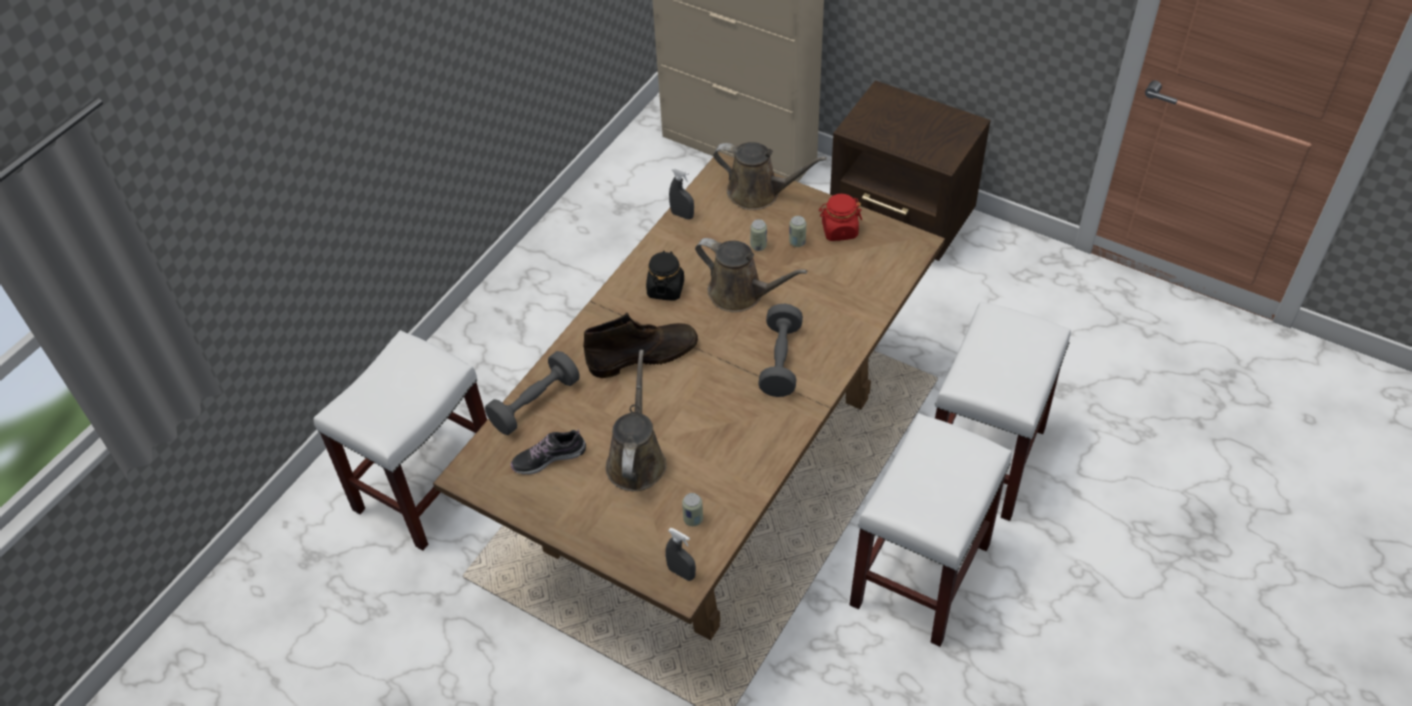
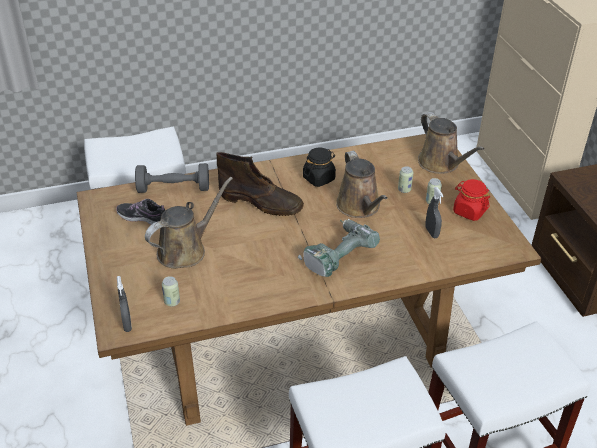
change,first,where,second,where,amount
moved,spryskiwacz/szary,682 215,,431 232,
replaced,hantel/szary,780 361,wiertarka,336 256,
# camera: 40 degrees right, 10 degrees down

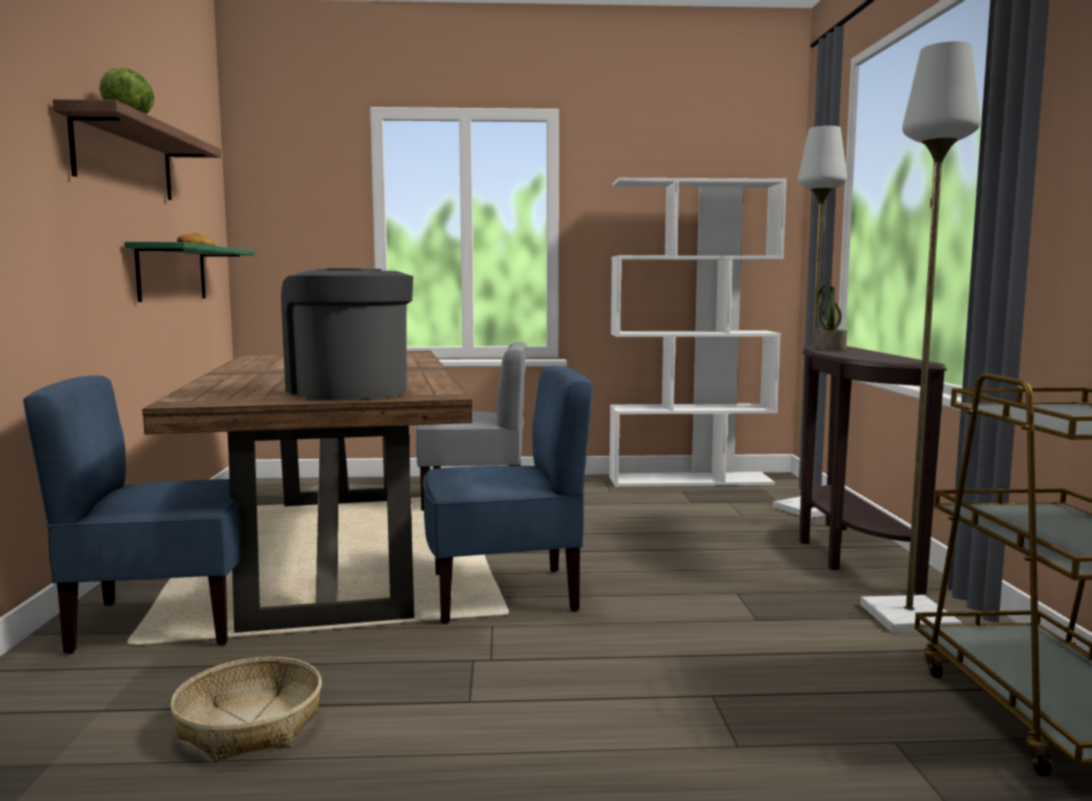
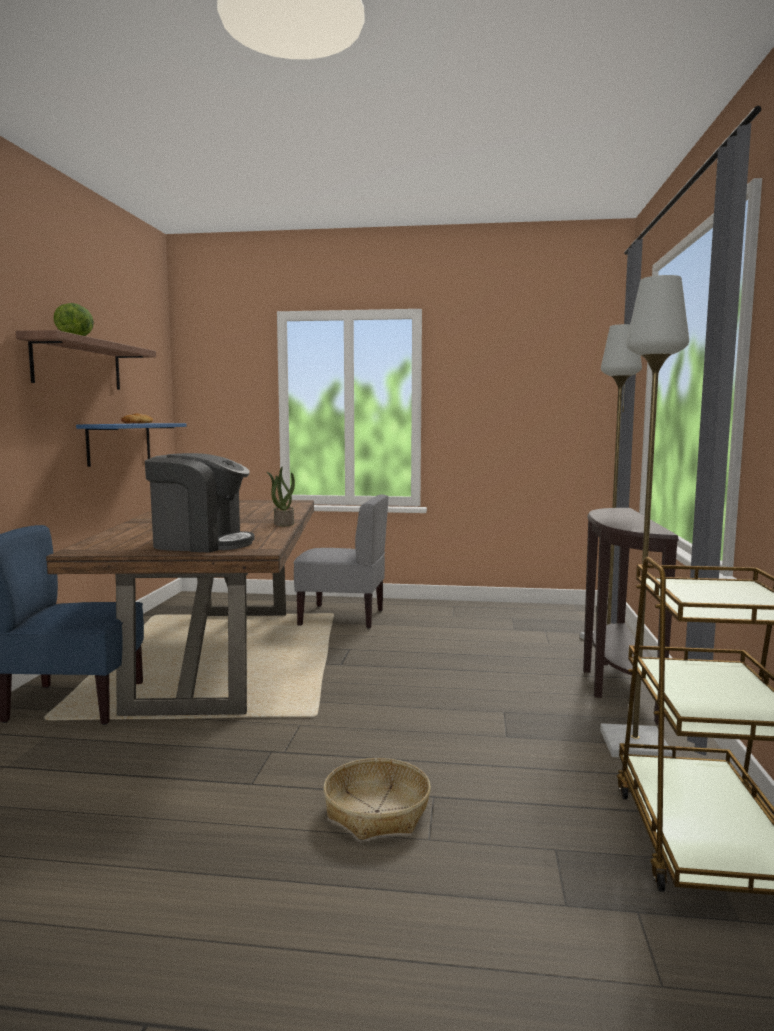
change,first,where,second,where,amount
removed,krzesło/niebieski,504 593,,,
removed,regał/biały,690 480,,,
moved,koszyk,250 725,,377 811,
moved,roślina doniczkowa,828 349,,283 524,
recoloured,półka/zielony,172 273,półka/niebieski,119 443,
turned,ekspres do kawy,348 391,,201 543,120 degrees clockwise
# camera: 10 degrees right, 0 degrees up

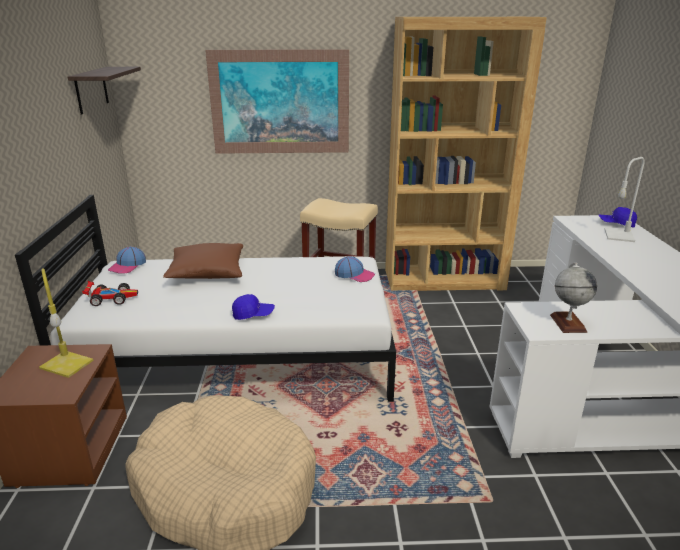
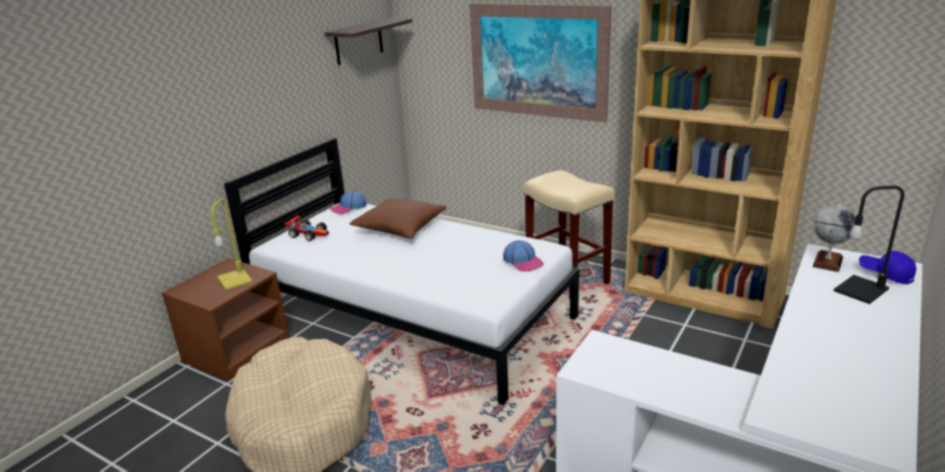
change,first,where,second,where,amount
removed,czapka z daszkiem/niebieski,253 315,,,
moved,globus,567 323,,827 262,
recoloured,lampa stołowa/biały,618 235,lampa stołowa/czarny,861 289,
# camera: 35 degrees right, 0 degrees up

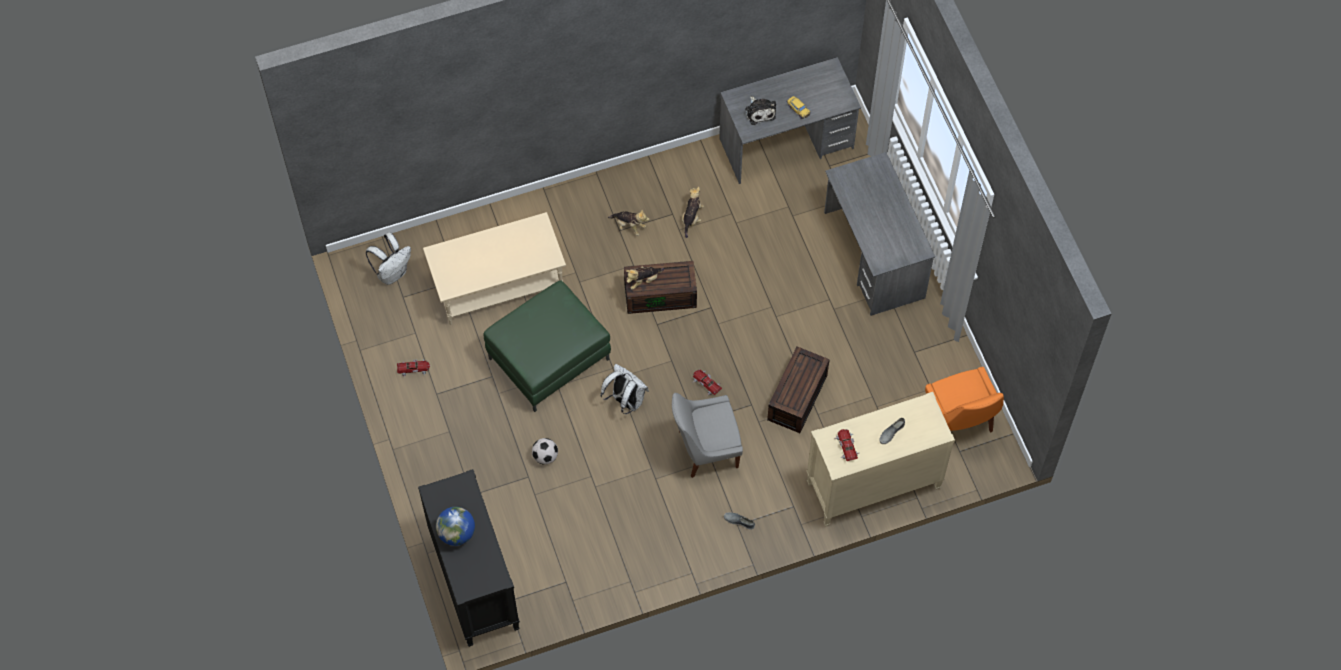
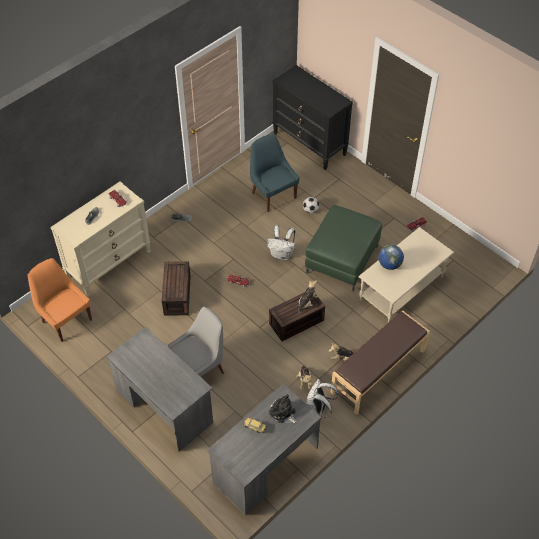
change,first,where,second,where,amount
added,,,krzesło/niebieski,273 194,
added,,,ławka/brązowy,378 372,
moved,plecak/biały,392 273,,318 409,
moved,globus,457 533,,389 264,
moved,krzesło/szary,705 449,,200 368,
# camera: 155 degrees right, 10 degrees down

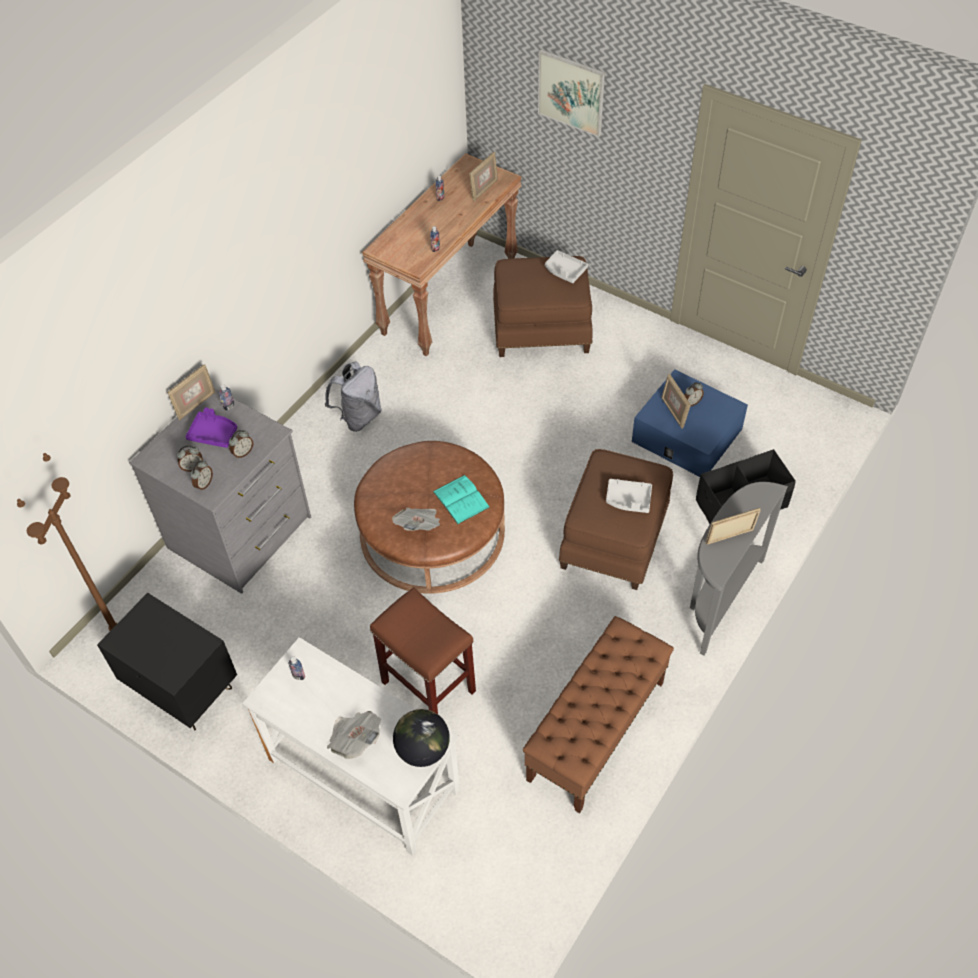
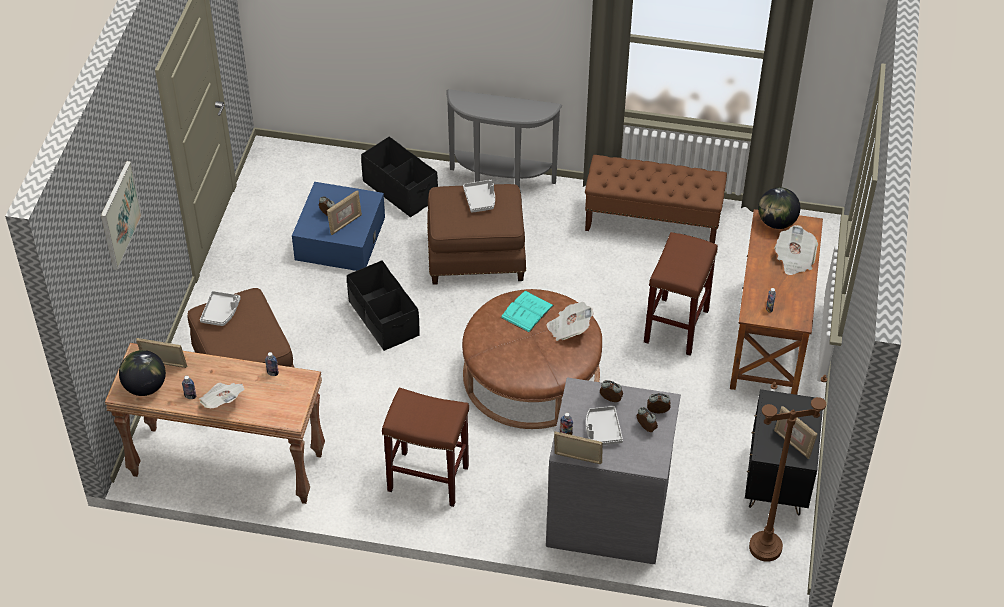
change,first,where,second,where,amount
added,,,globus,145 387,
added,,,gazeta,222 402,
added,,,pojemnik do przechowywania/czarny,383 319,
moved,ramka na zdjęcie,730 538,,793 443,
replaced,plecak/szary,359 417,stołek/brązowy,427 478,
recoloured,taca/fioletowy,213 434,taca/szary,602 430,
recoloured,biurko/biały,363 775,biurko/brązowy,770 338,
# camera: 115 degrees left, 5 degrees down

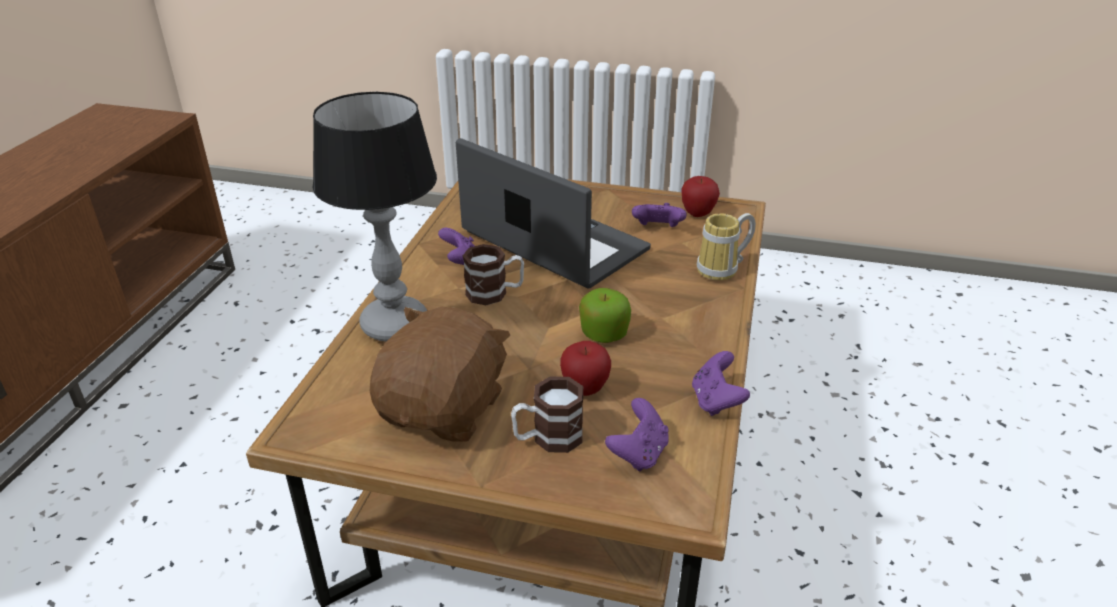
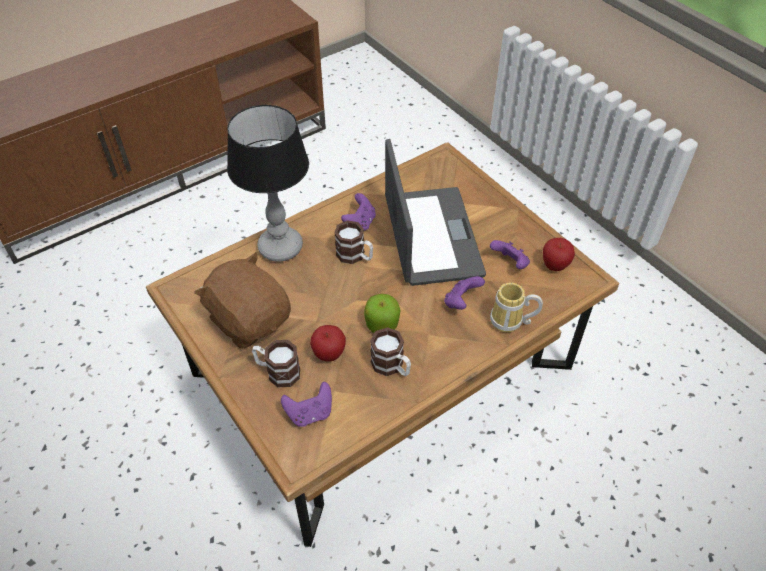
change,first,where,second,where,amount
added,,,kubek,392 366,
moved,pad do gier/fioletowy,716 401,,461 302,
turned,pluszak/brązowy,445 409,,250 320,105 degrees counterclockwise
# camera: 40 degrees right, 15 degrees up

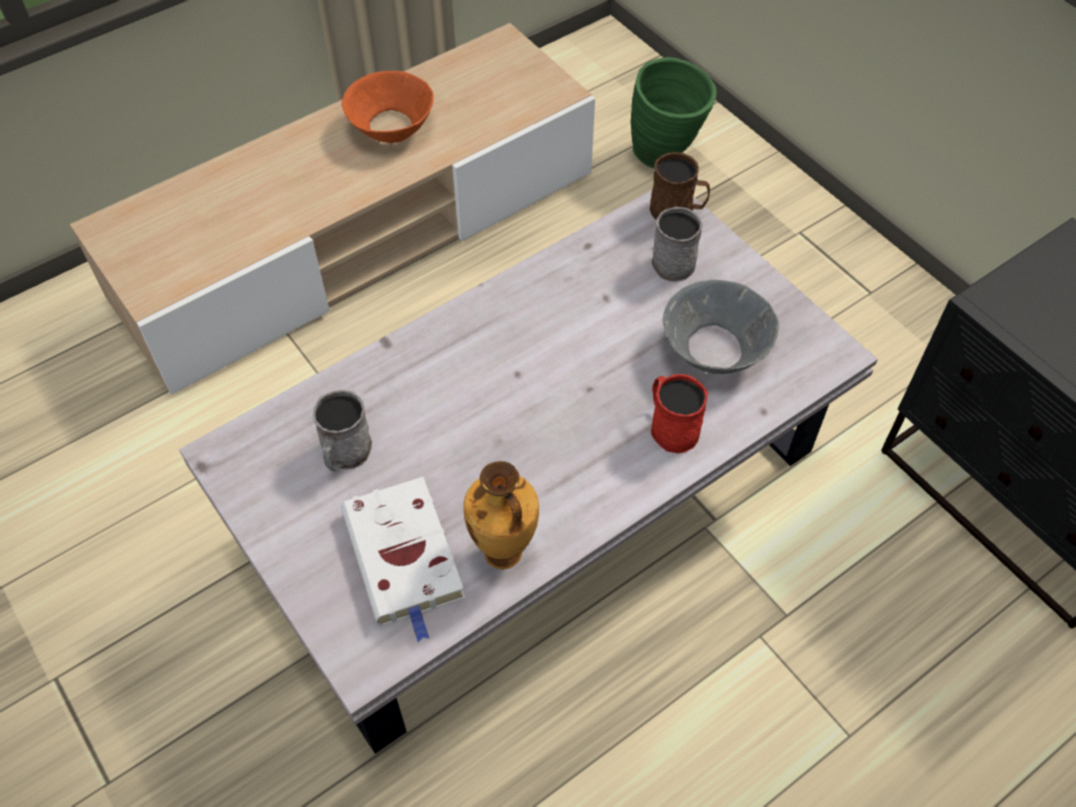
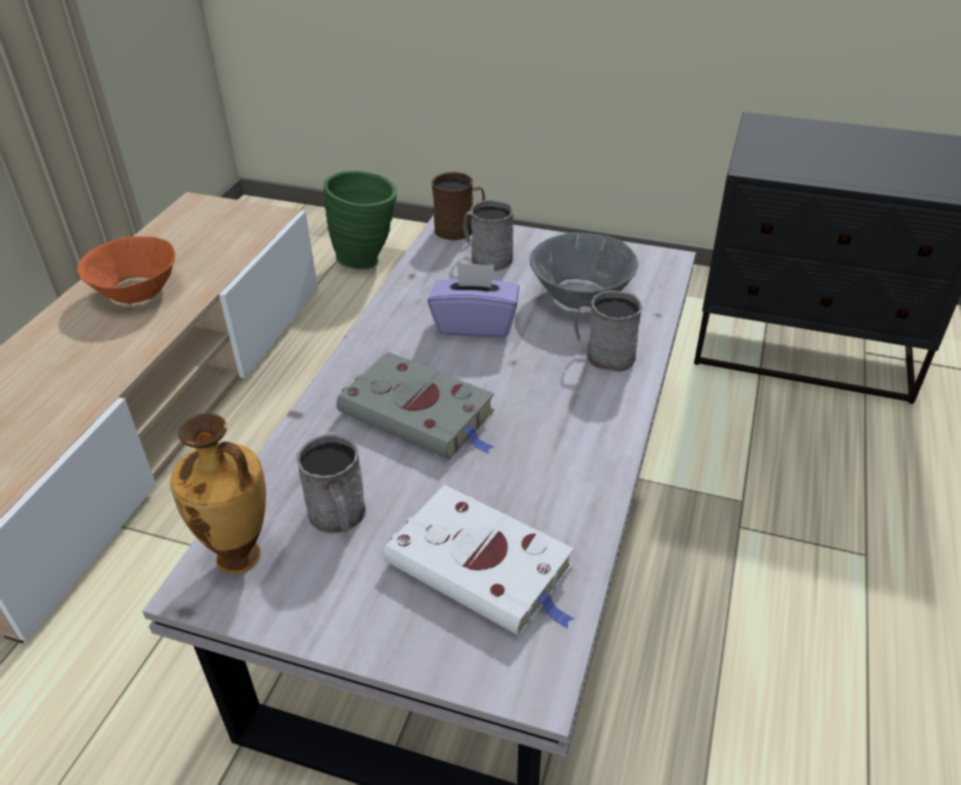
change,first,where,second,where,amount
added,,,książka/szary,421 414,
added,,,pudełko chusteczek/fioletowy,475 324,
moved,wazon,503 555,,240 558,
recoloured,kubek/czerwony,670 426,kubek/szary,603 355,
# camera: 35 degrees left, 15 degrees down

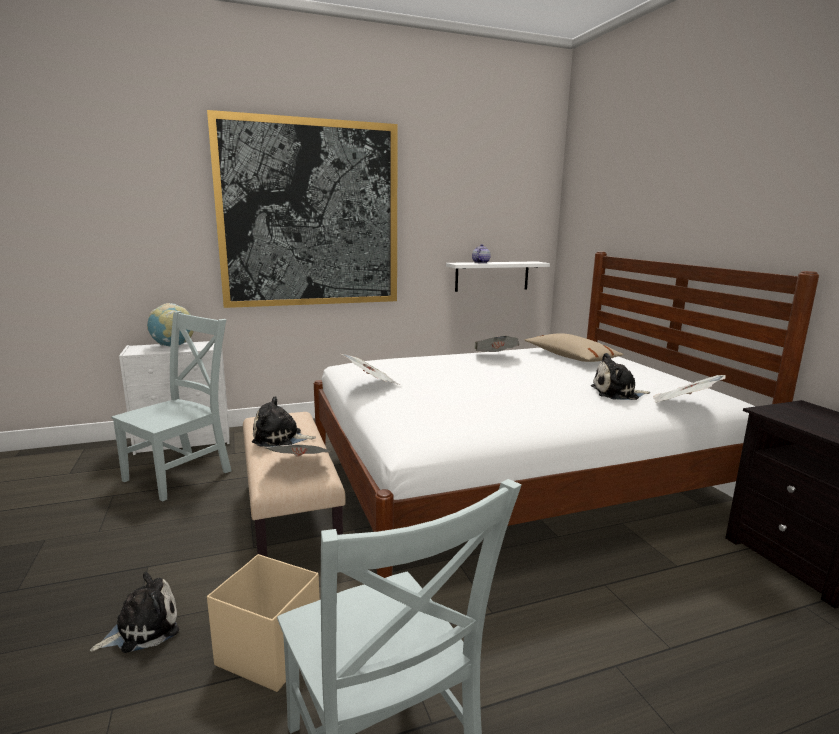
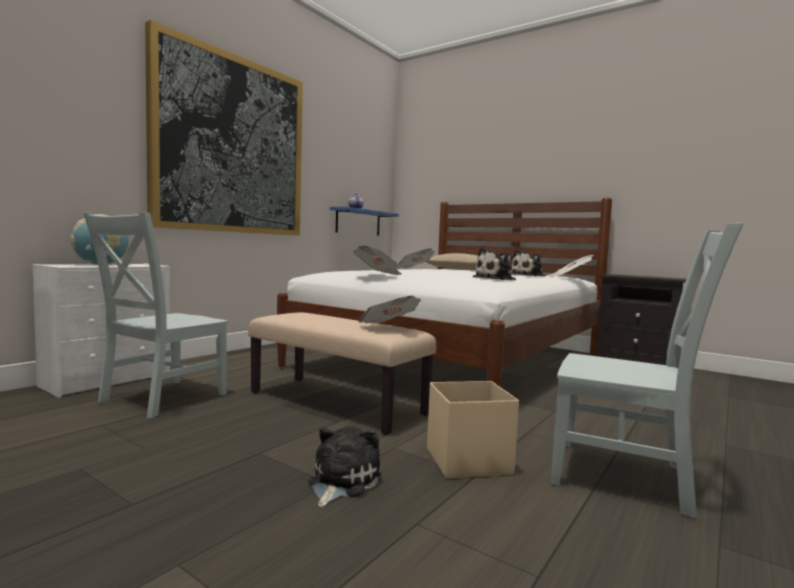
change,first,where,second,where,amount
moved,pluszak,280 438,,496 279,
recoloured,półka/biały,492 276,półka/niebieski,358 222,
turned,krzesło/szary,182 474,,159 399,150 degrees counterclockwise
# camera: 35 degrees left, 10 degrees down

